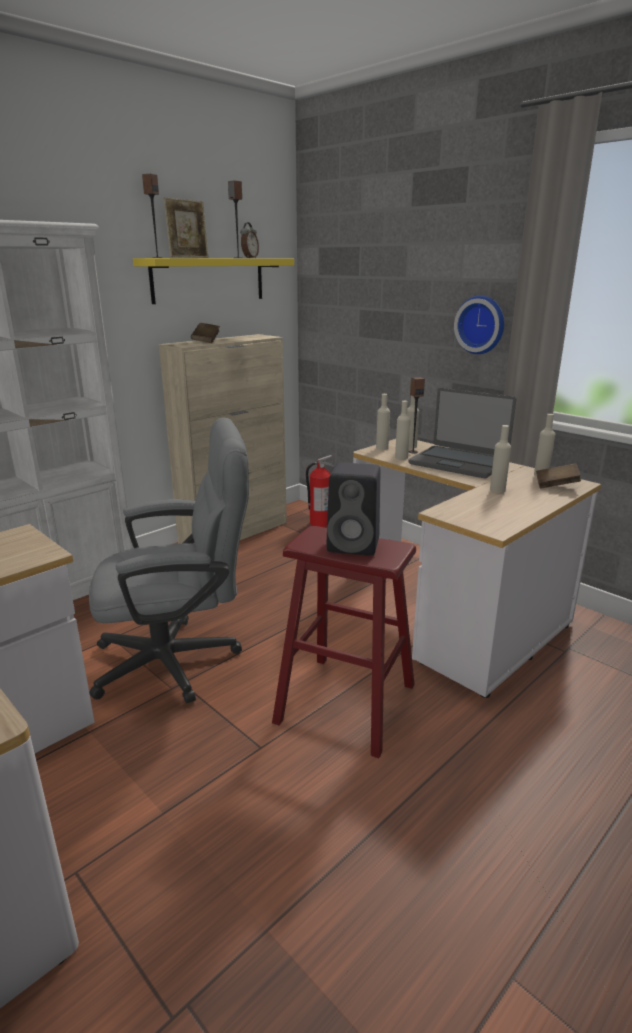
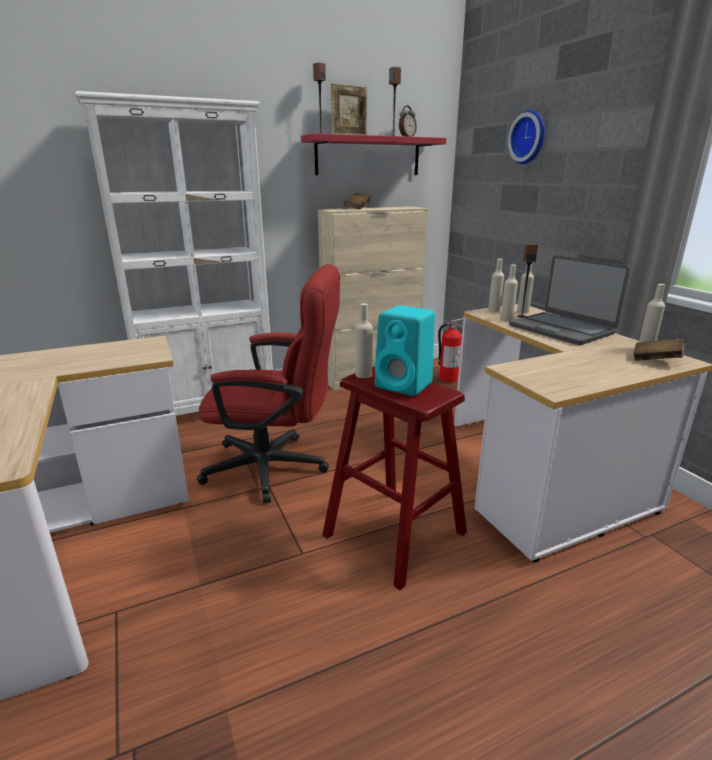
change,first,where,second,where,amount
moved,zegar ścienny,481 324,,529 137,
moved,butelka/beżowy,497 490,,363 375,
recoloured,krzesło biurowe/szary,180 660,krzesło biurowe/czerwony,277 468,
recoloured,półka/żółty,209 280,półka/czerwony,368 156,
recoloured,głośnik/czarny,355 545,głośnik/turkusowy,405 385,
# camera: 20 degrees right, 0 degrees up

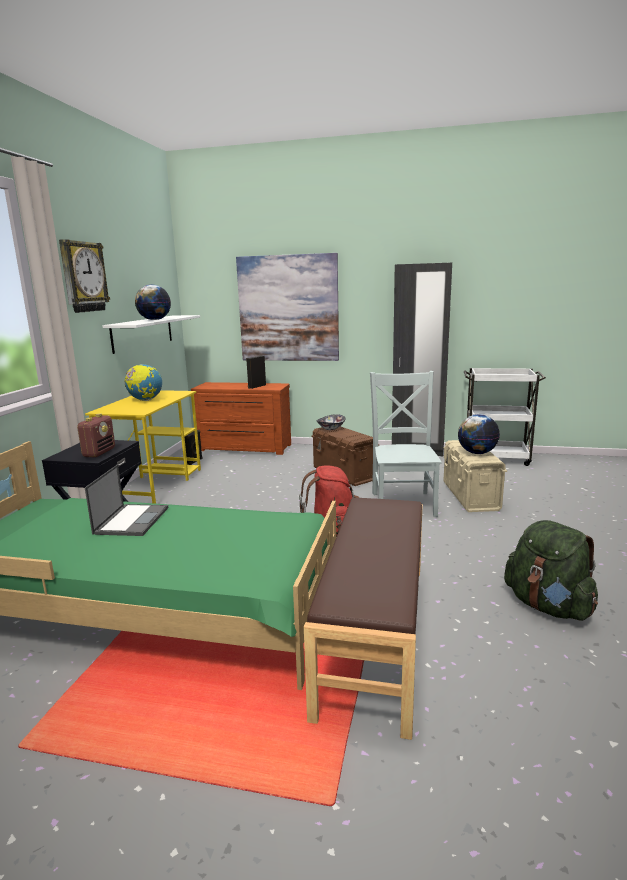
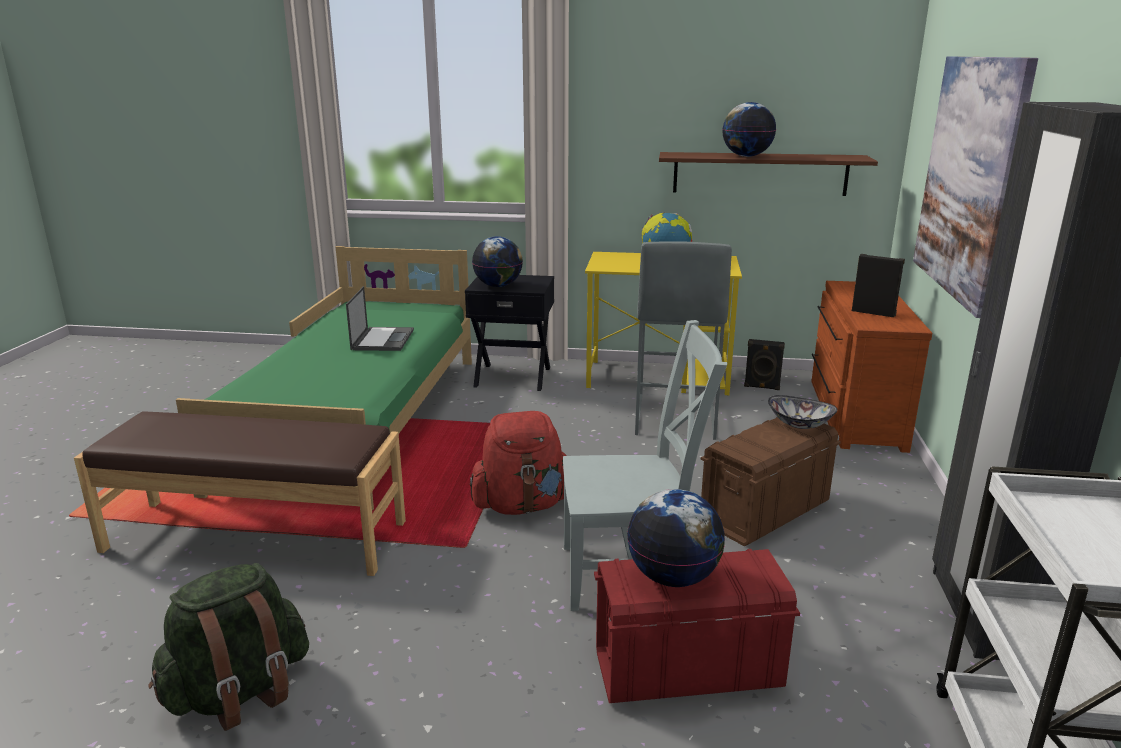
change,first,where,second,where,amount
removed,zegar ścienny,83 277,,,
added,,,stołek/szary,674 417,
replaced,radio,99 453,globus,498 286,
recoloured,półka/biały,143 333,półka/brązowy,760 173,
recoloured,pojemnik do przechowywania/beżowy,470 496,pojemnik do przechowywania/czerwony,686 669,
turned,laptop,132 520,,382 339,90 degrees counterclockwise
# camera: 85 degrees right, 5 degrees up

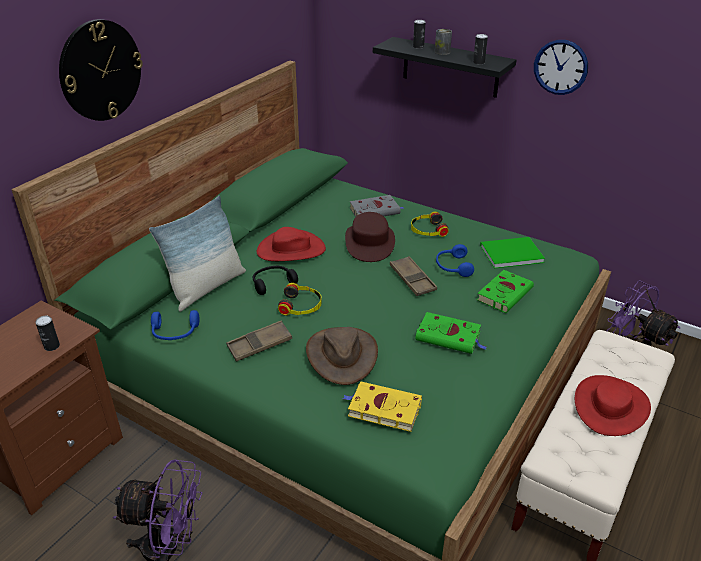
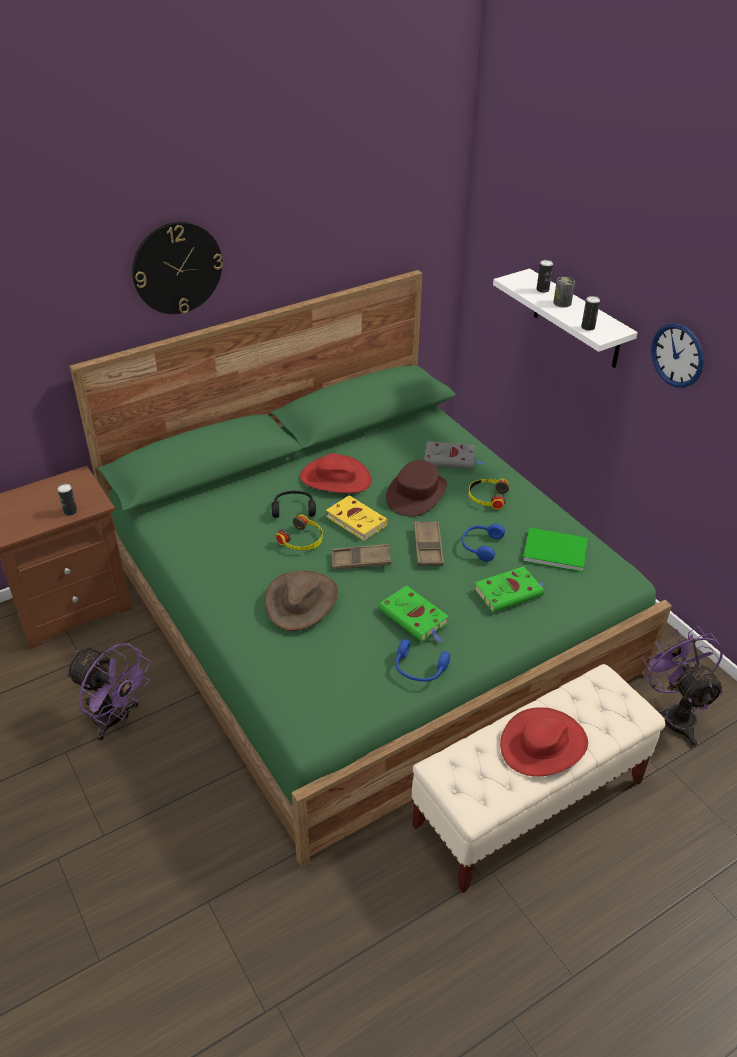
change,first,where,second,where,amount
removed,poduszka,206 287,,,
moved,słuchawki/niebieski,174 333,,419 669,
moved,taca/brązowy,259 345,,361 560,
moved,książka/żółty,382 409,,355 520,
recoloured,półka/czarny,450 67,półka/biały,577 319,
# camera: 25 degrees right, 5 degrees up

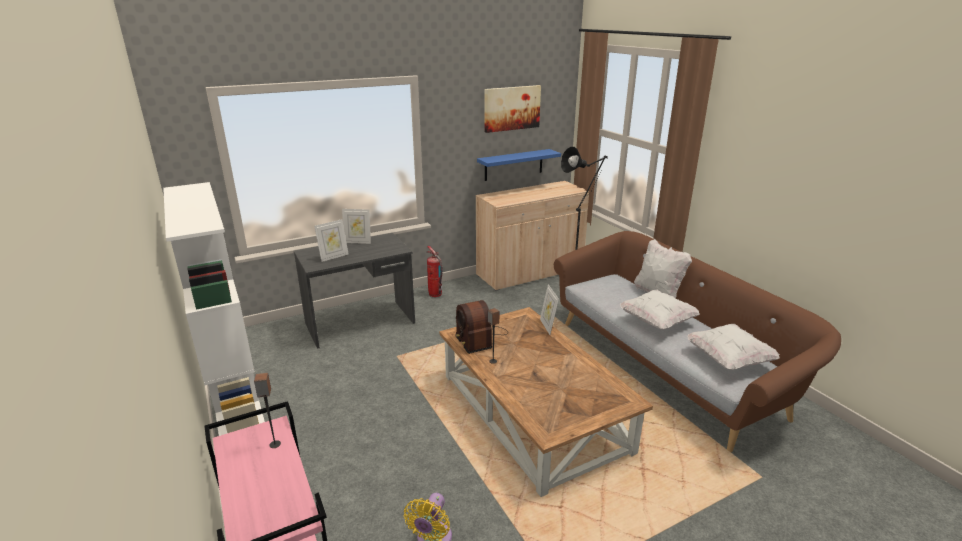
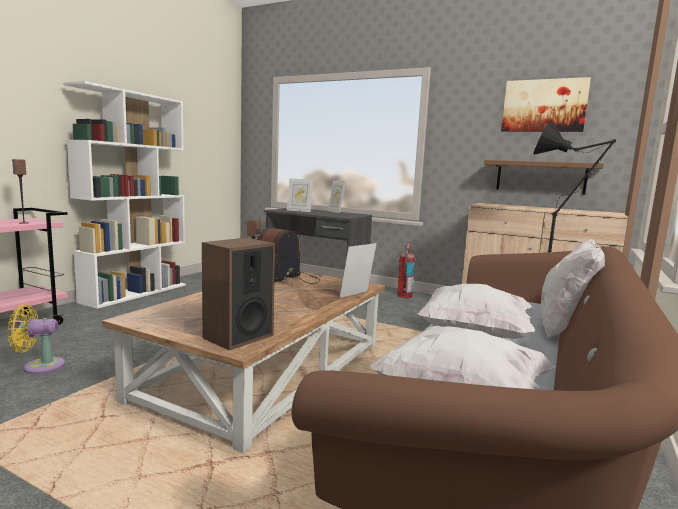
change,first,where,second,where,amount
added,,,głośnik,238 336,
recoloured,półka/niebieski,514 165,półka/brązowy,540 177,
# camera: 55 degrees right, 15 degrees down

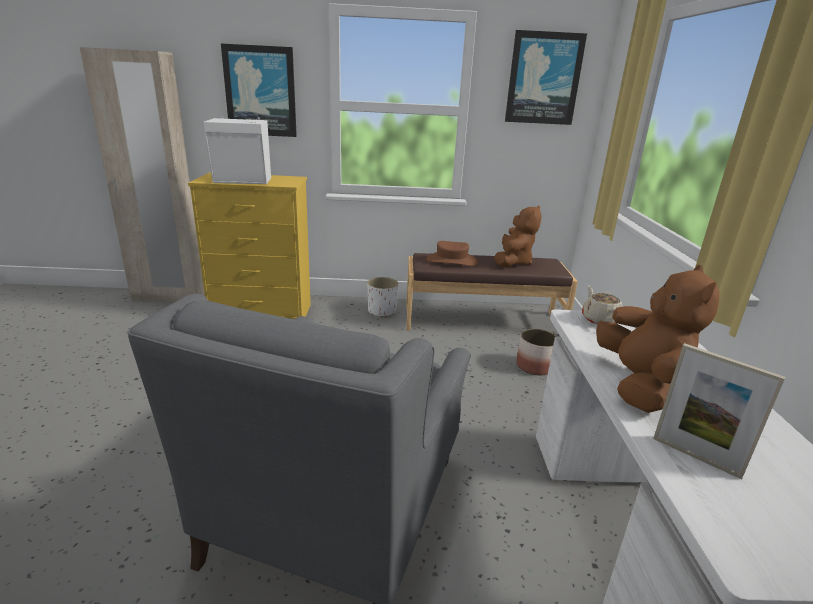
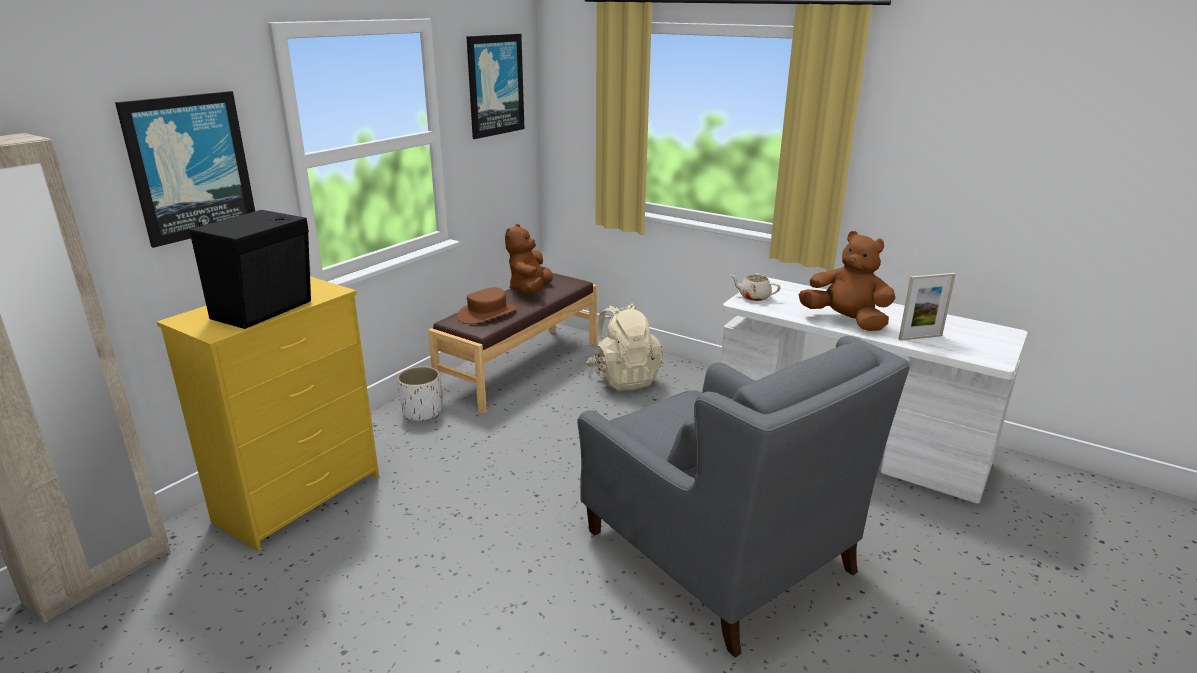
change,first,where,second,where,amount
replaced,donica,535 366,plecak/beżowy,624 378,
recoloured,głośnik/biały,243 181,głośnik/czarny,266 310,
turned,pluszak/brązowy,513 262,,530 290,135 degrees counterclockwise
# camera: 55 degrees left, 0 degrees up

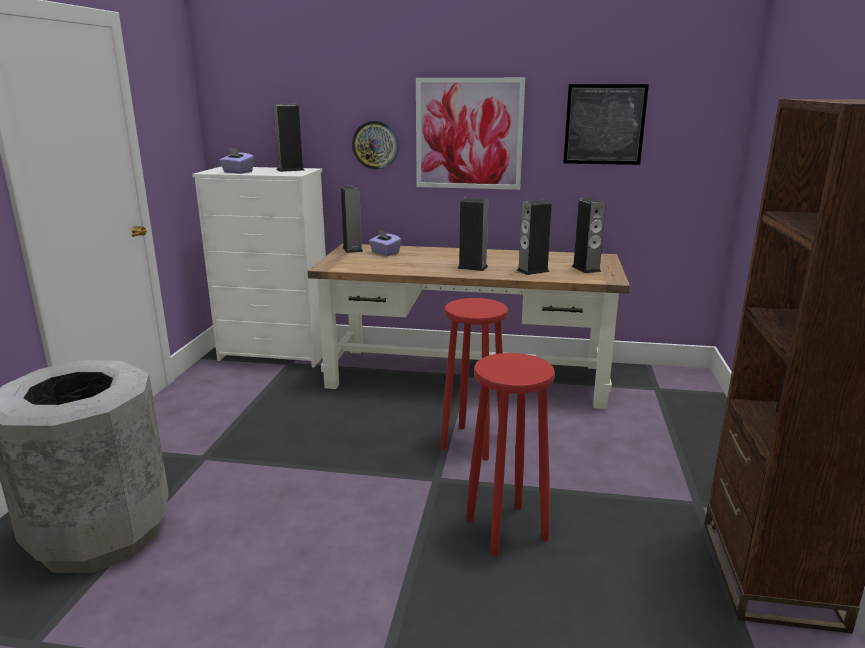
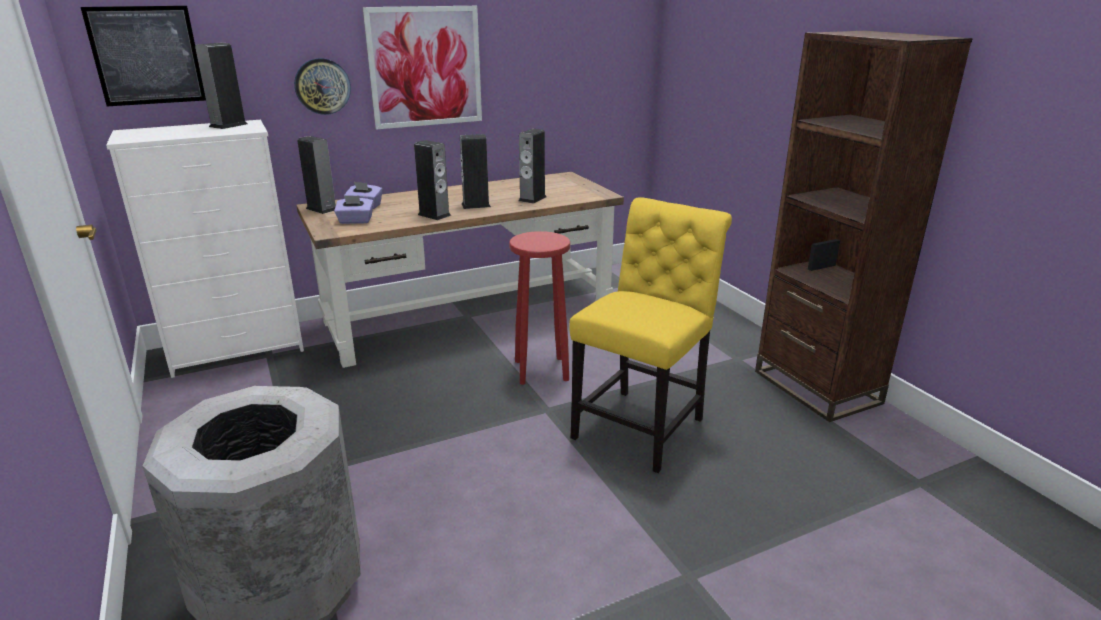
change,first,where,second,where,amount
moved,pudełko chusteczek/fioletowy,237 172,,355 221,
moved,obraz,604 124,,146 56,
moved,głośnik,586 269,,434 215,
replaced,stołek/czerwony,507 529,krzesło/żółty,642 426,
# camera: 35 degrees left, 5 degrees up

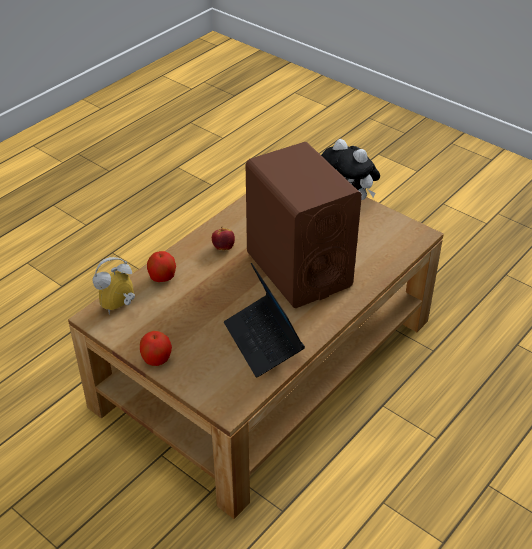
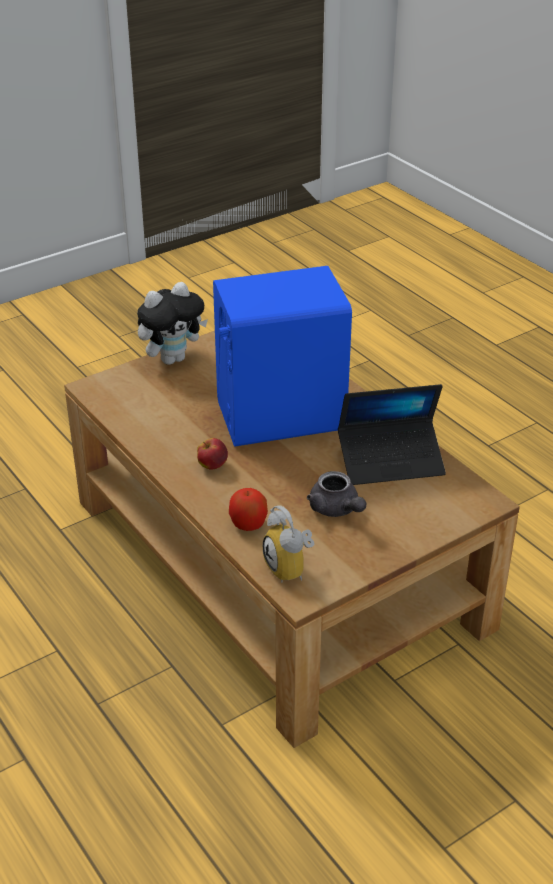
change,first,where,second,where,amount
removed,jabłko,157 359,,,
added,,,imbryk/szary,336 509,
recoloured,głośnik/brązowy,298 269,głośnik/niebieski,279 416,
# camera: 75 degrees left, 5 degrees down

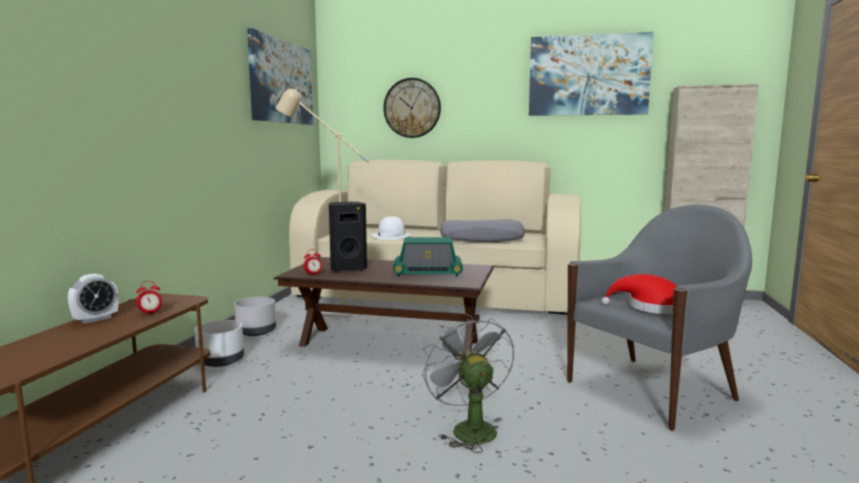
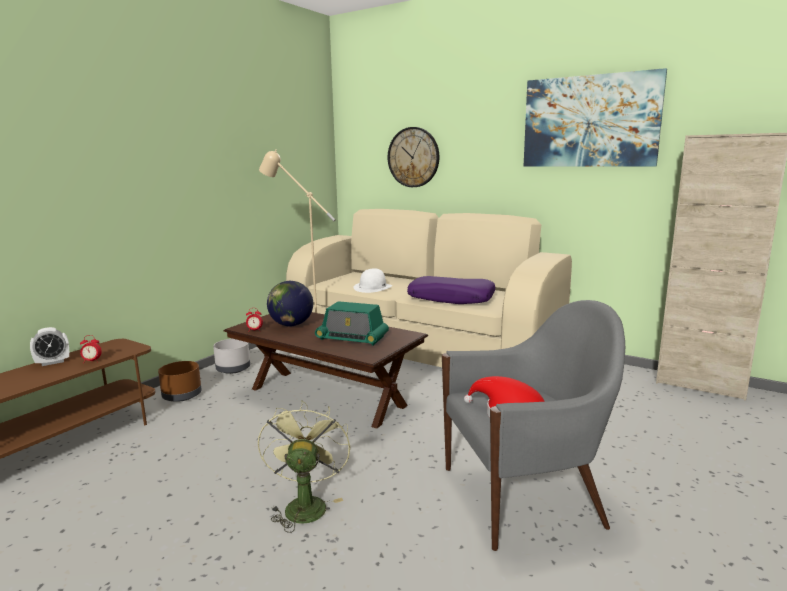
change,first,where,second,where,amount
removed,obraz,281 82,,,
replaced,głośnik/czarny,347 268,globus,291 325,
recoloured,donica/biały,220 361,donica/brązowy,181 396,
recoloured,wentylator/szary,468 428,wentylator/zielony,305 504,
recoloured,poduszka/szary,481 239,poduszka/fioletowy,451 298,
# camera: 20 degrees right, 5 degrees up

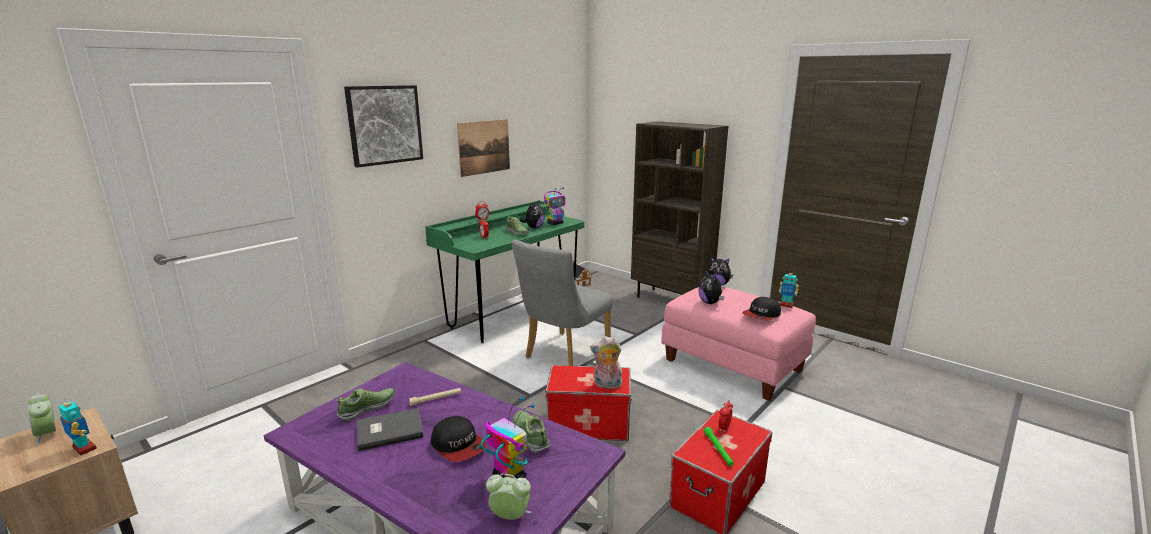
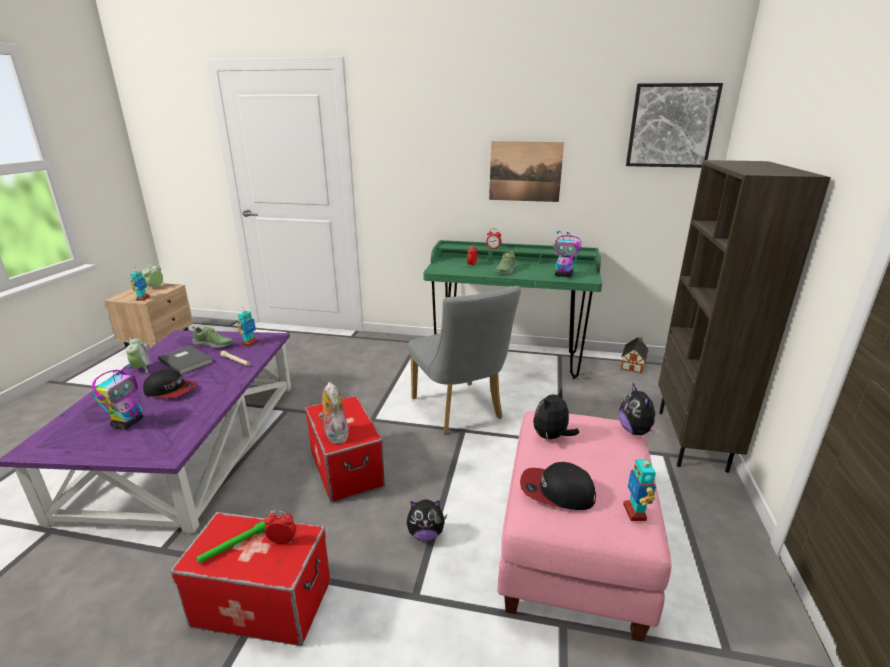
change,first,where,second,where,amount
removed,but,530 436,,,
added,,,robot zabawkowy,250 343,
moved,obraz,384 125,,671 126,
moved,budzik,510 517,,141 368,
moved,pluszak,534 227,,426 534,
turned,czapka z daszkiem,458 445,,171 390,90 degrees counterclockwise
turned,krzesło/szary,563 355,,460 411,120 degrees counterclockwise
# camera: 60 degrees right, 5 degrees up

